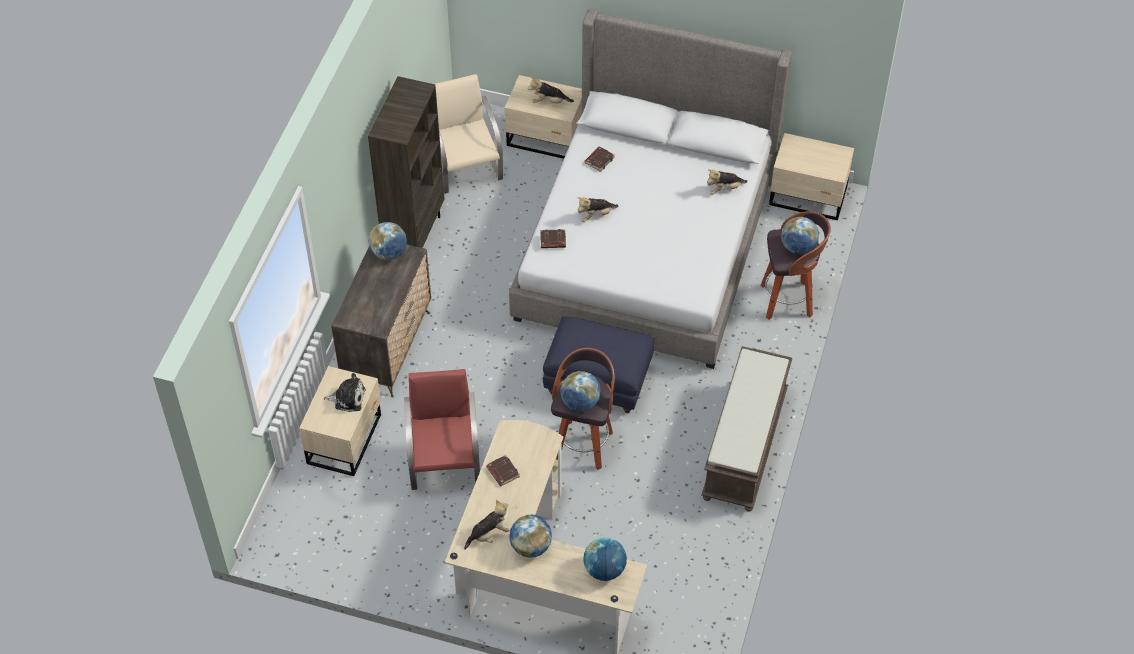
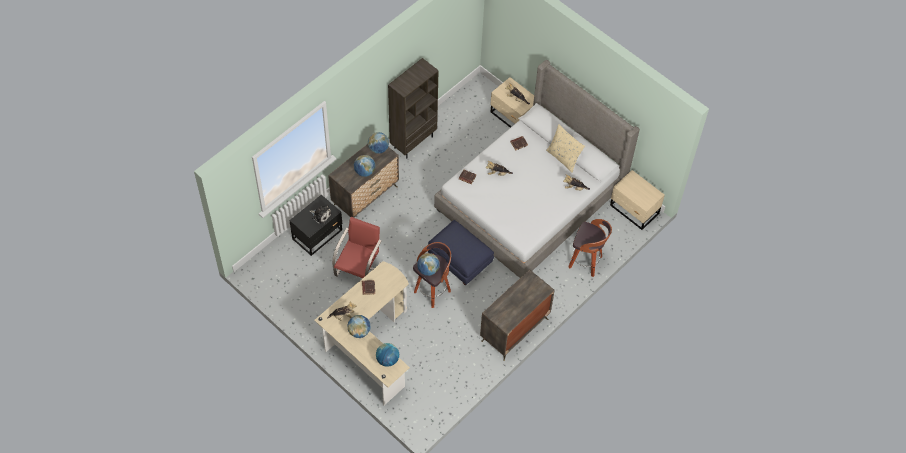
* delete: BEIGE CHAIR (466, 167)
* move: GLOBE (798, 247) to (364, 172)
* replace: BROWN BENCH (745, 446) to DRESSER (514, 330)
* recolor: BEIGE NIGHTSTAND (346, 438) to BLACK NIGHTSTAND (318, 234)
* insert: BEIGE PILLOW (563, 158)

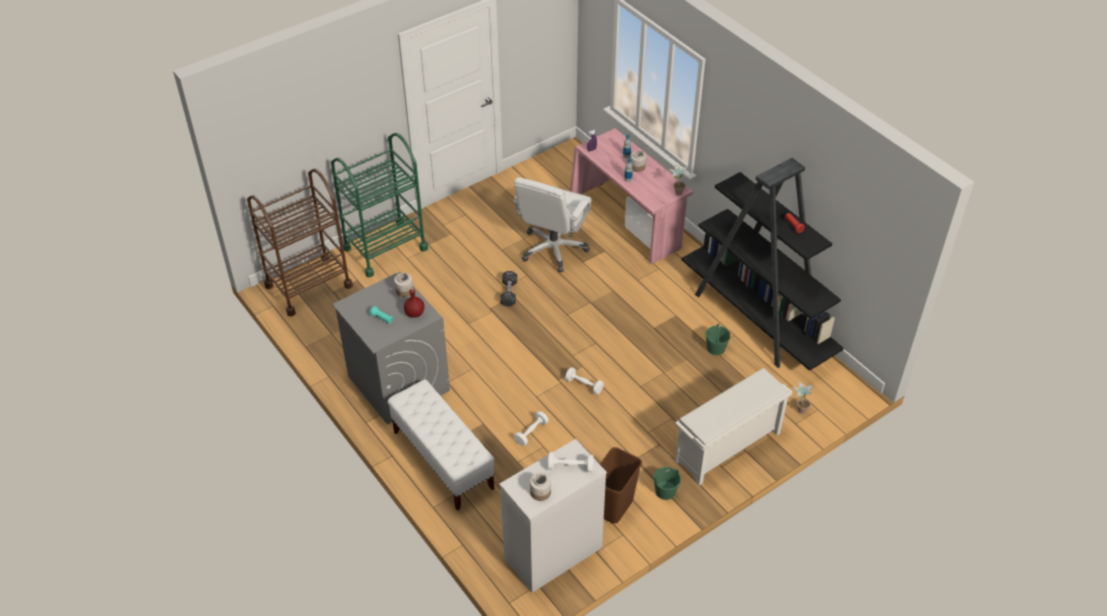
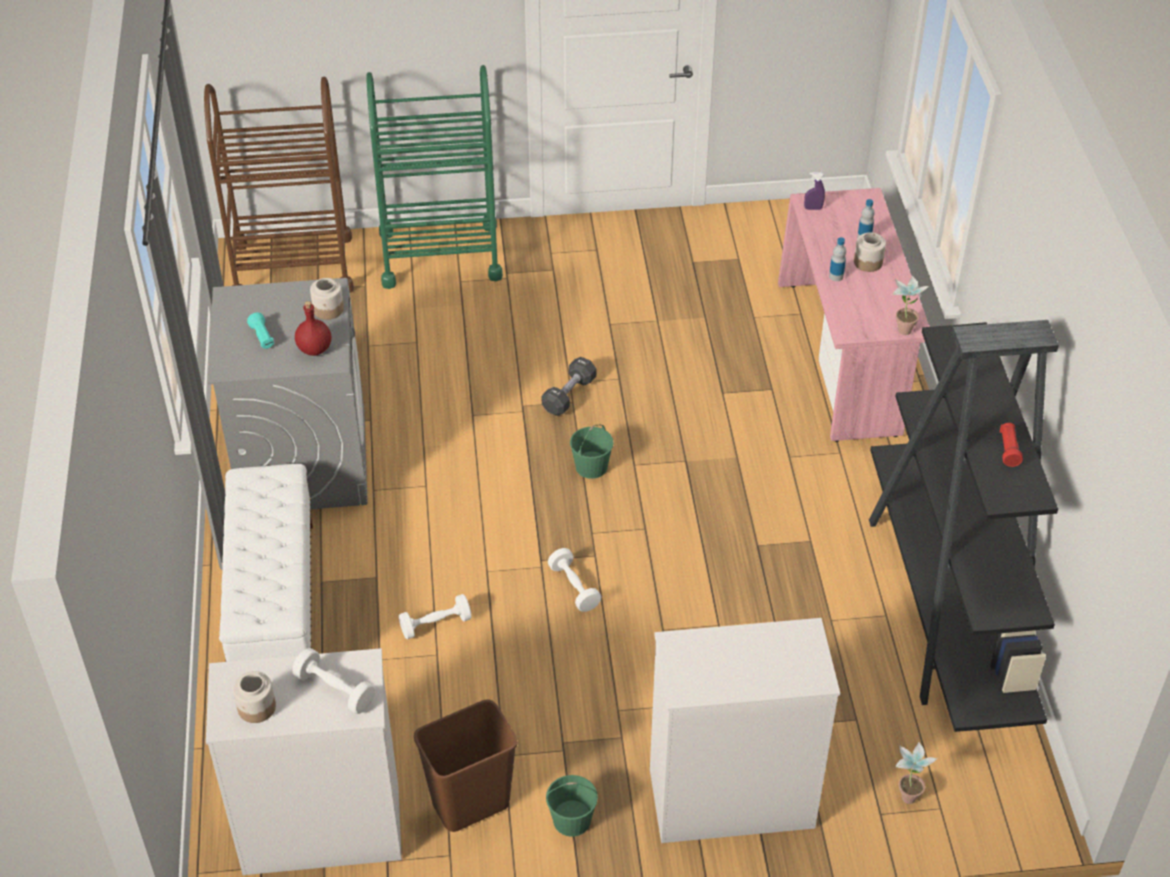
* delete: WHITE OFFICE CHAIR (553, 249)
* move: GREEN BUCKET (716, 348) to (591, 467)
* replace: WHITE SHOE RACK (727, 448) to WHITE DRESSER (729, 799)

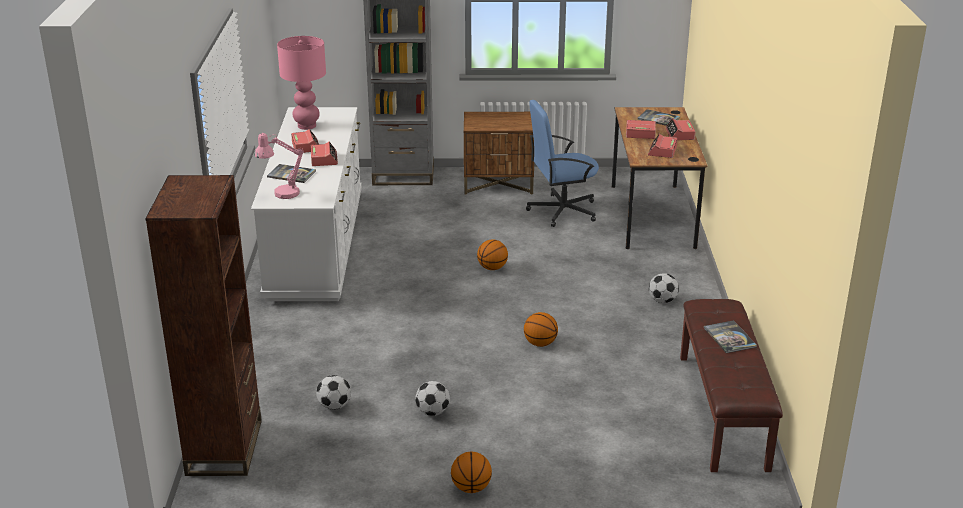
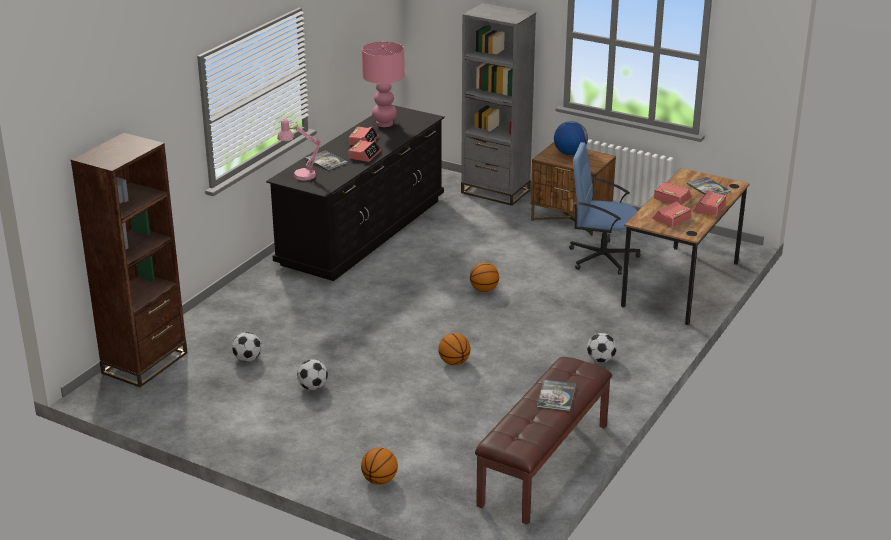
* recolor: WHITE DRESSER (316, 245) to BLACK DRESSER (363, 232)
* move: BASKETBALL (471, 488) to (379, 480)
* insert: GLOBE (570, 153)

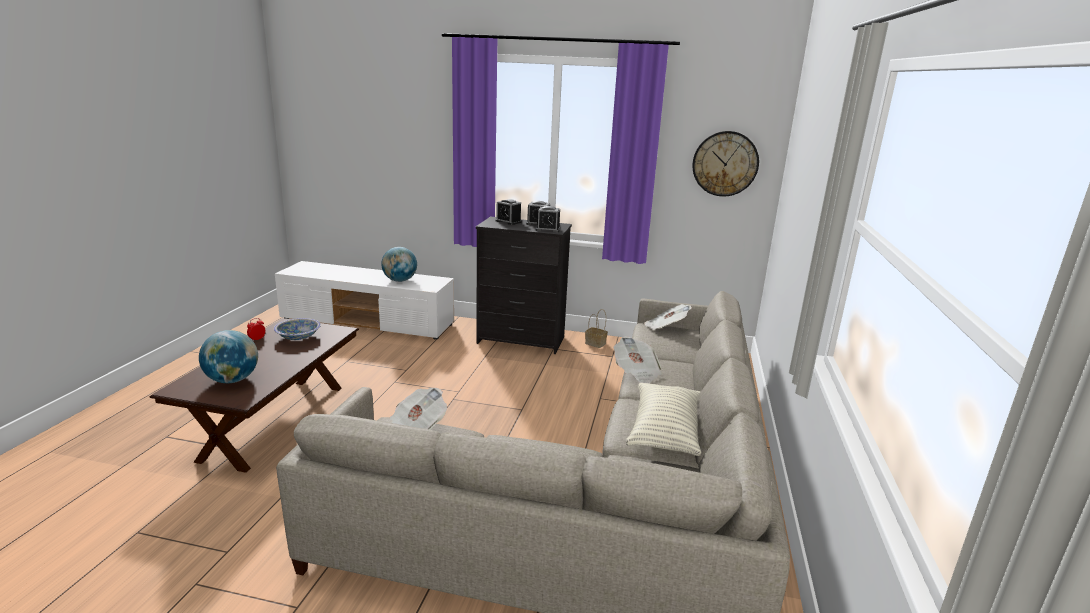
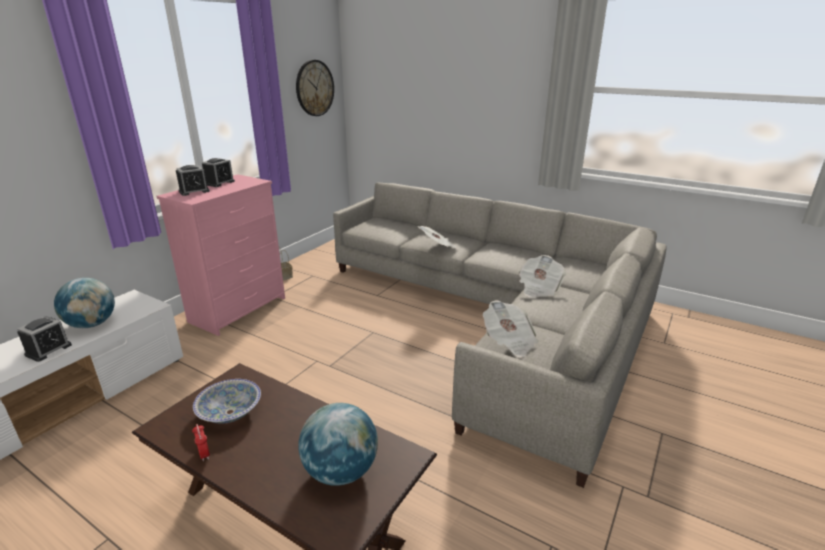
* move: ALARM CLOCK (548, 229) to (48, 350)
* recolor: BLACK DRESSER (521, 340) to PINK DRESSER (239, 309)
* move: NEWSPAPER (665, 327) to (539, 288)
* delete: PILLOW (664, 431)

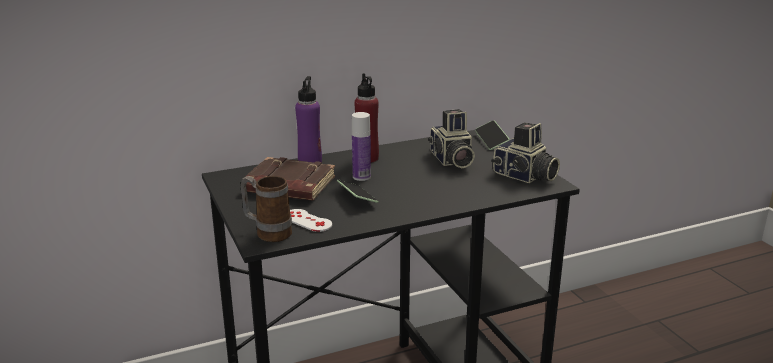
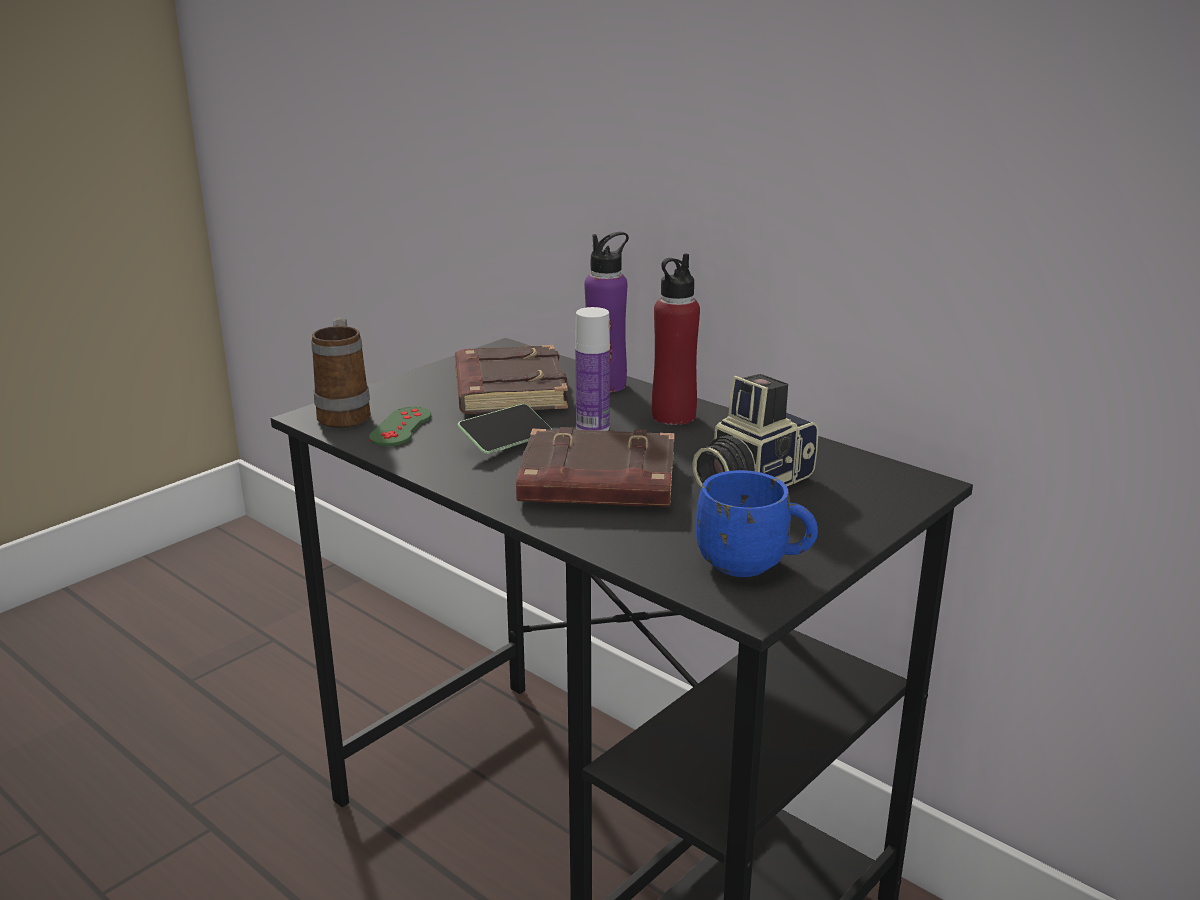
* delete: PHONE (491, 141)
* replace: PHOTO CAMERA (524, 176) to BLUE MUG (754, 565)
* recolor: WHITE GAME CONTROLLER (307, 220) to GREEN GAME CONTROLLER (401, 427)
* insert: BROWN BOOK (596, 483)

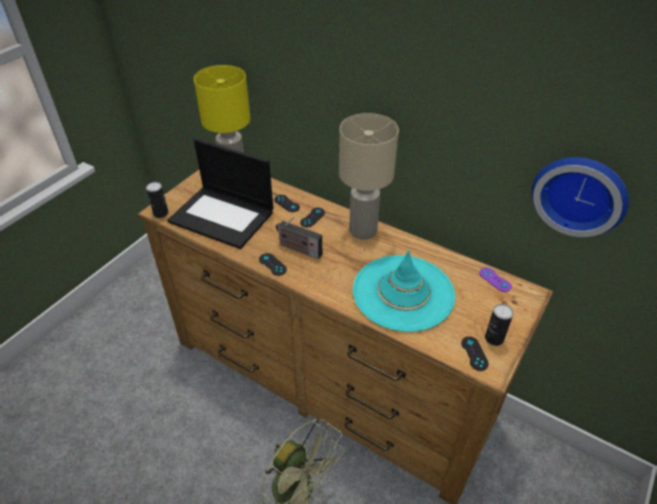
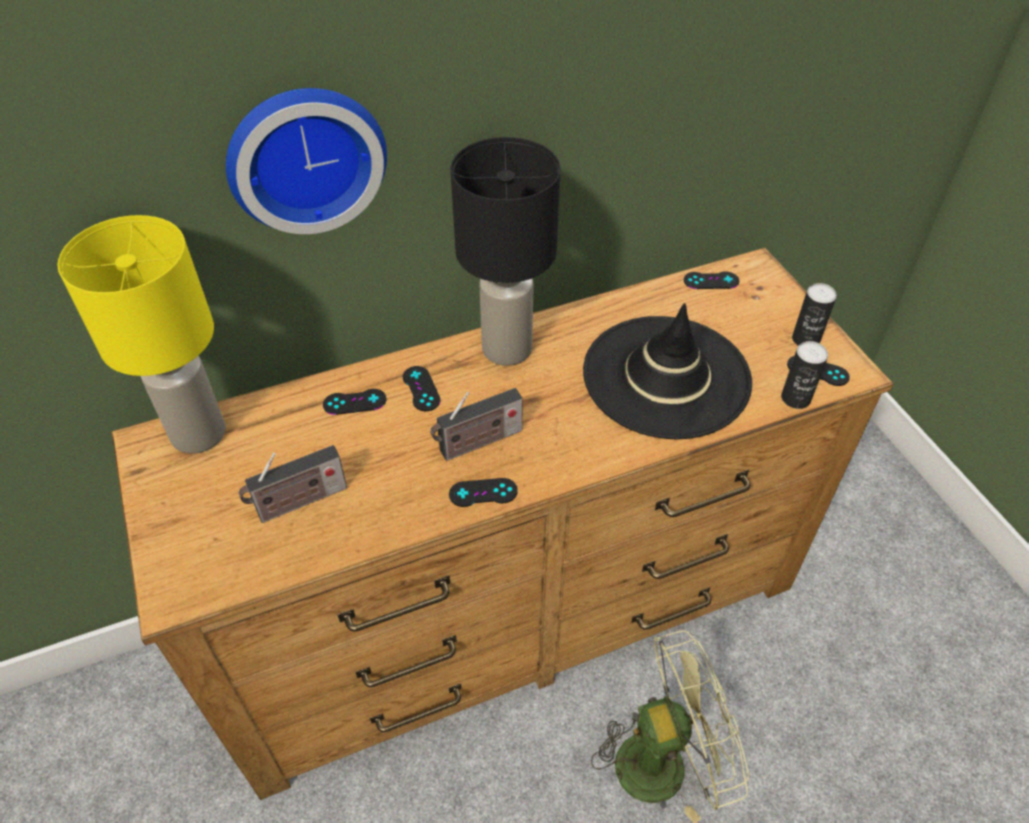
* recolor: BEIGE TABLE LAMP (363, 231) to BLACK TABLE LAMP (508, 350)
* replace: LAPTOP (223, 216) to RADIO (298, 502)
* move: WALL CLOCK (580, 193) to (305, 156)
* move: CAN (161, 213) to (795, 398)
* recolor: TURQUOISE HAT (403, 292) to BLACK HAT (666, 376)
* recolor: PURPLE GAME CONTROLLER (495, 279) to BLACK GAME CONTROLLER (711, 281)

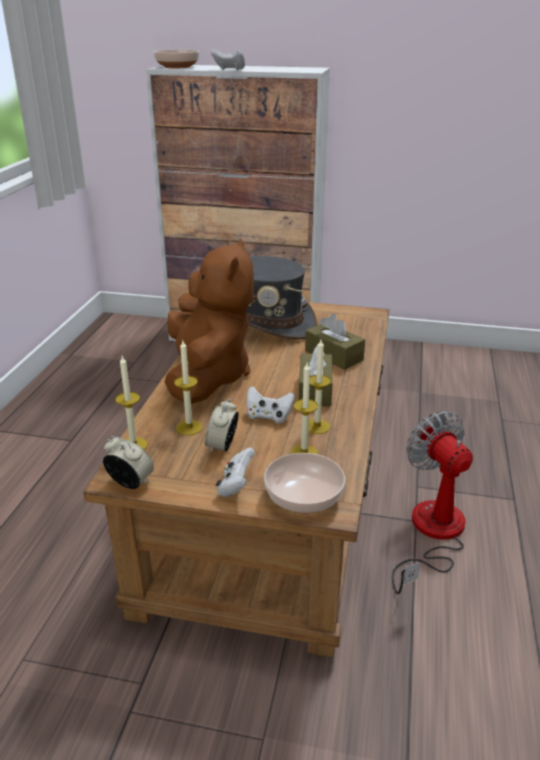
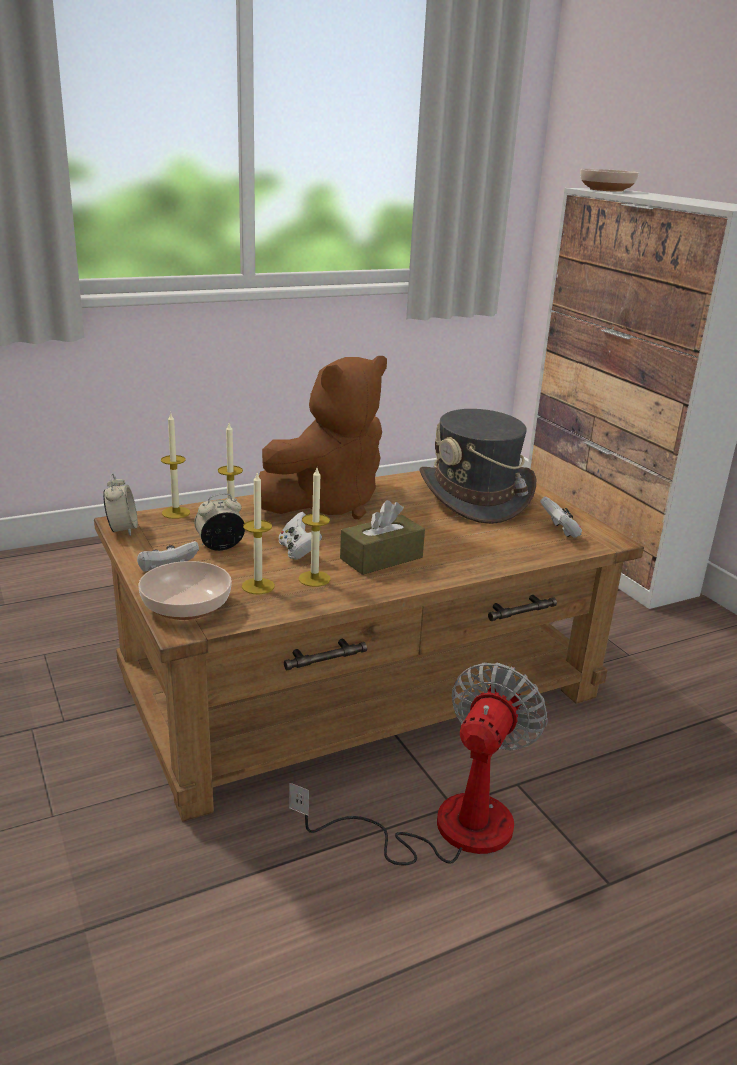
* move: WHITE GAME CONTROLLER (229, 69) to (560, 531)
* delete: BROWN TISSUE BOX (333, 355)

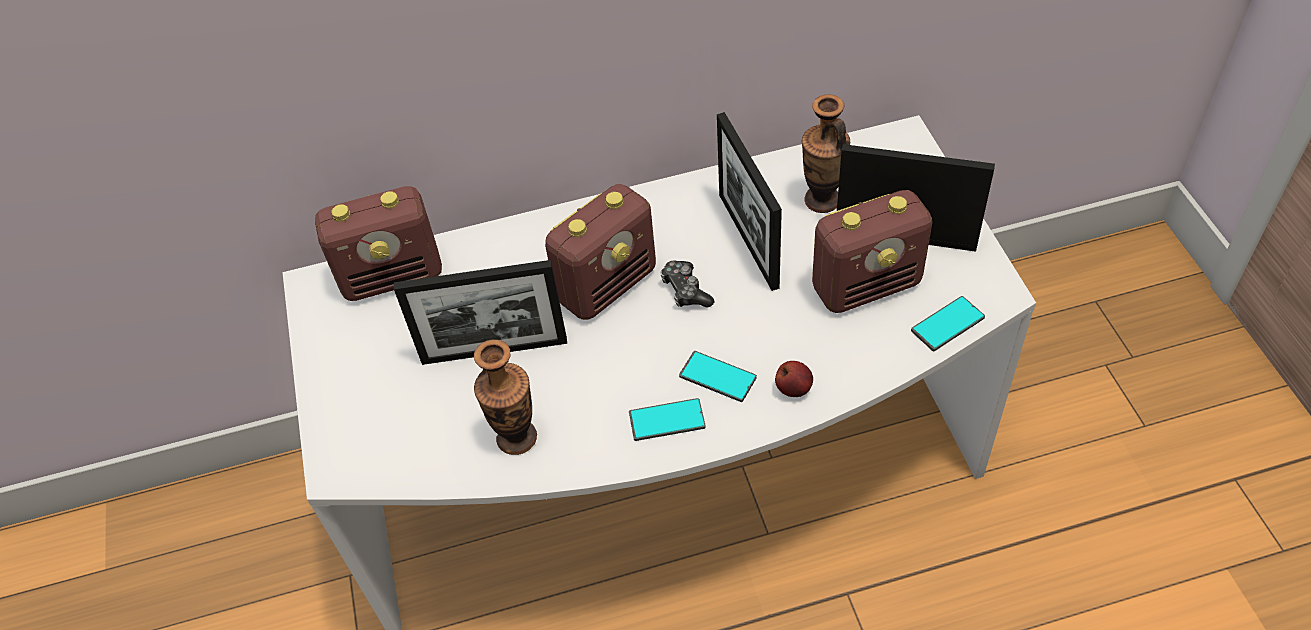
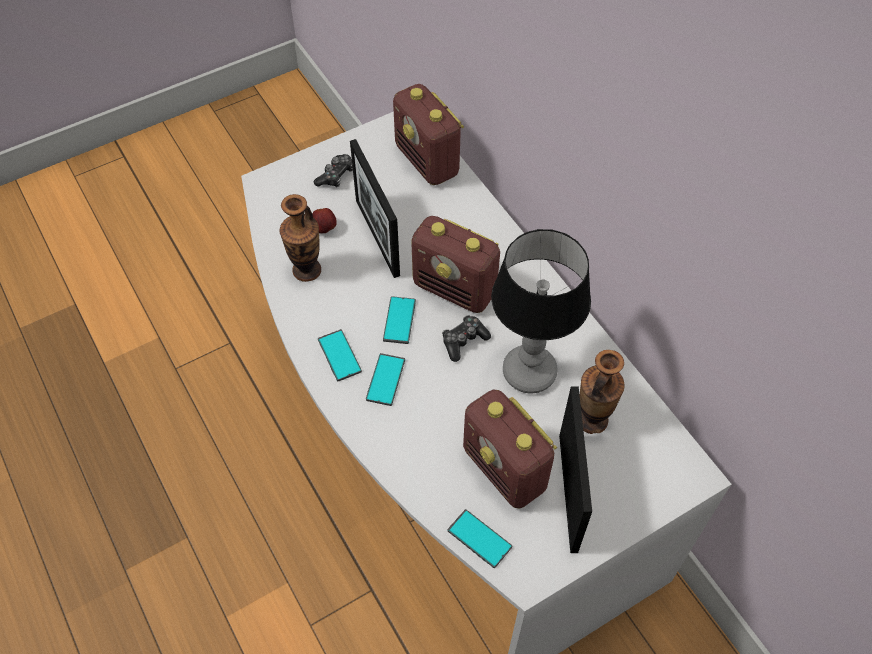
* replace: PICTURE FRAME (748, 240) to TABLE LAMP (529, 373)
* move: APPLE (793, 389) to (325, 229)
* insert: GAME CONTROLLER (336, 176)
* insert: PHONE (399, 320)

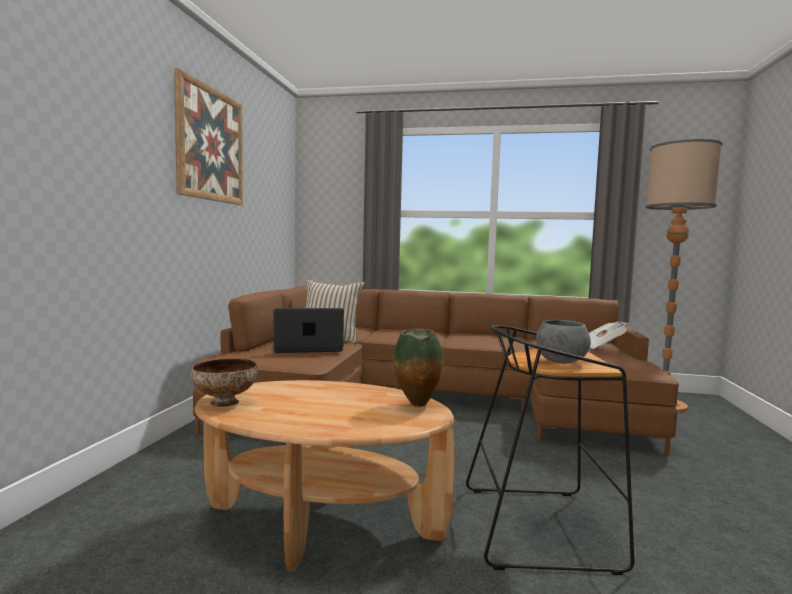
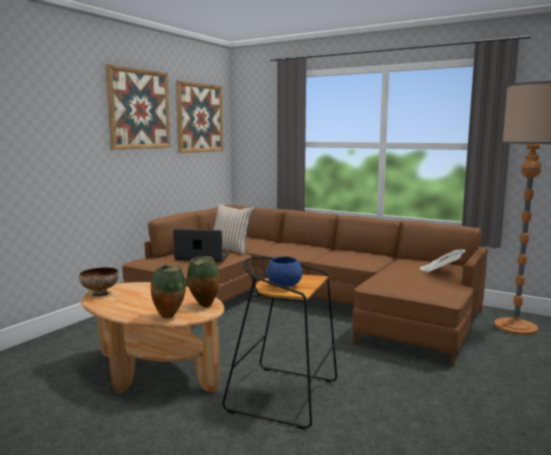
* recolor: GREY BOWL (560, 361) to BLUE BOWL (284, 285)
* insert: PICTURE (200, 118)
* insert: VASE (169, 317)

